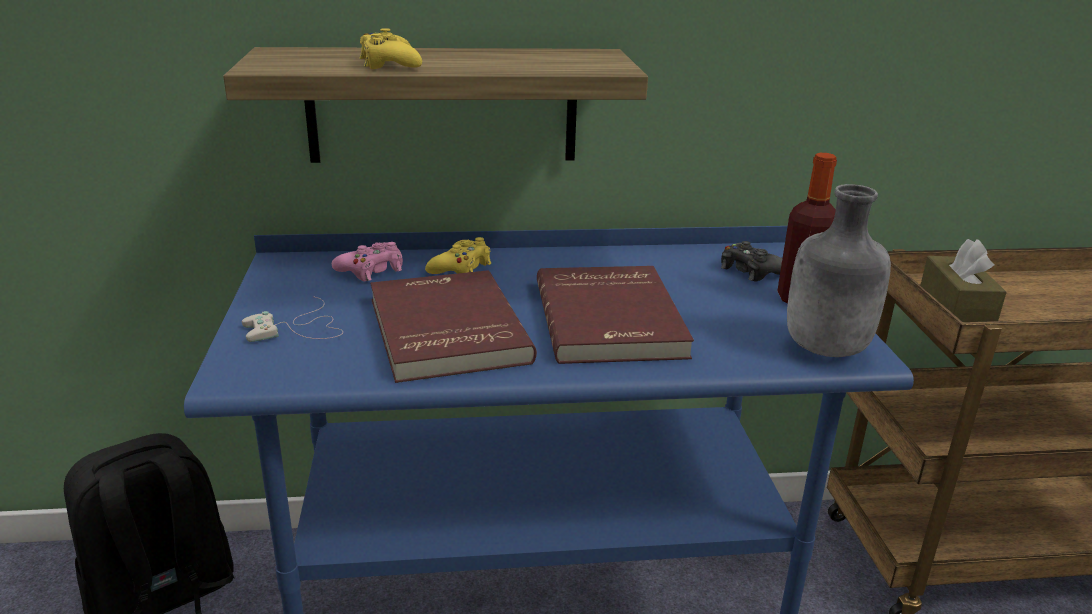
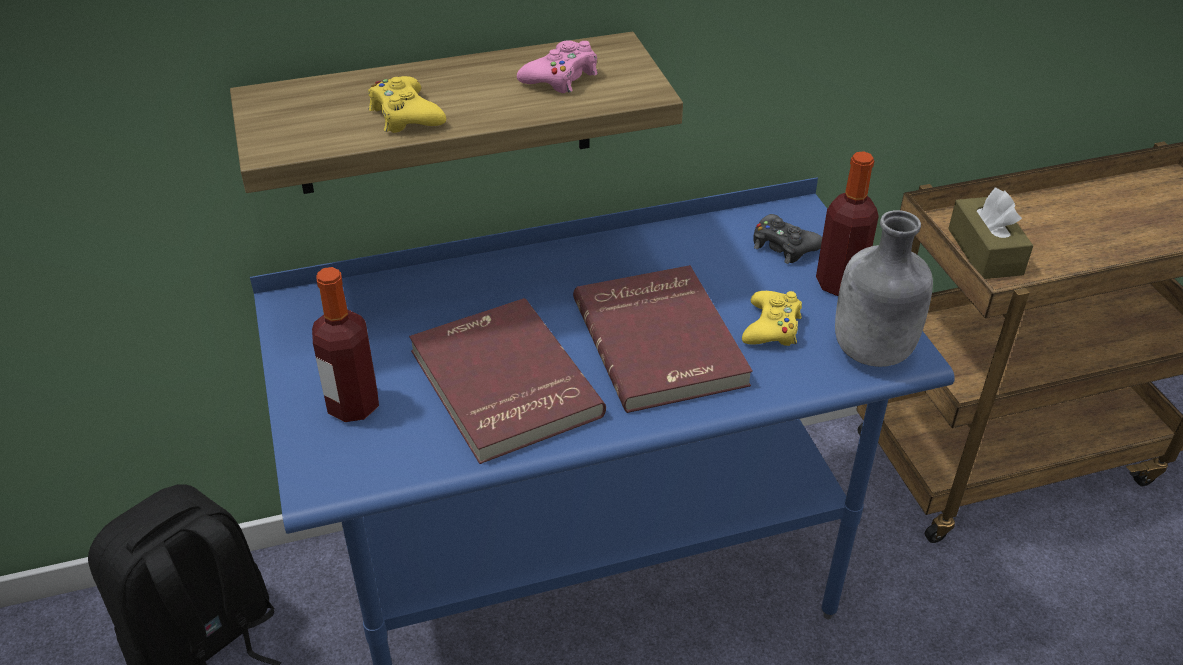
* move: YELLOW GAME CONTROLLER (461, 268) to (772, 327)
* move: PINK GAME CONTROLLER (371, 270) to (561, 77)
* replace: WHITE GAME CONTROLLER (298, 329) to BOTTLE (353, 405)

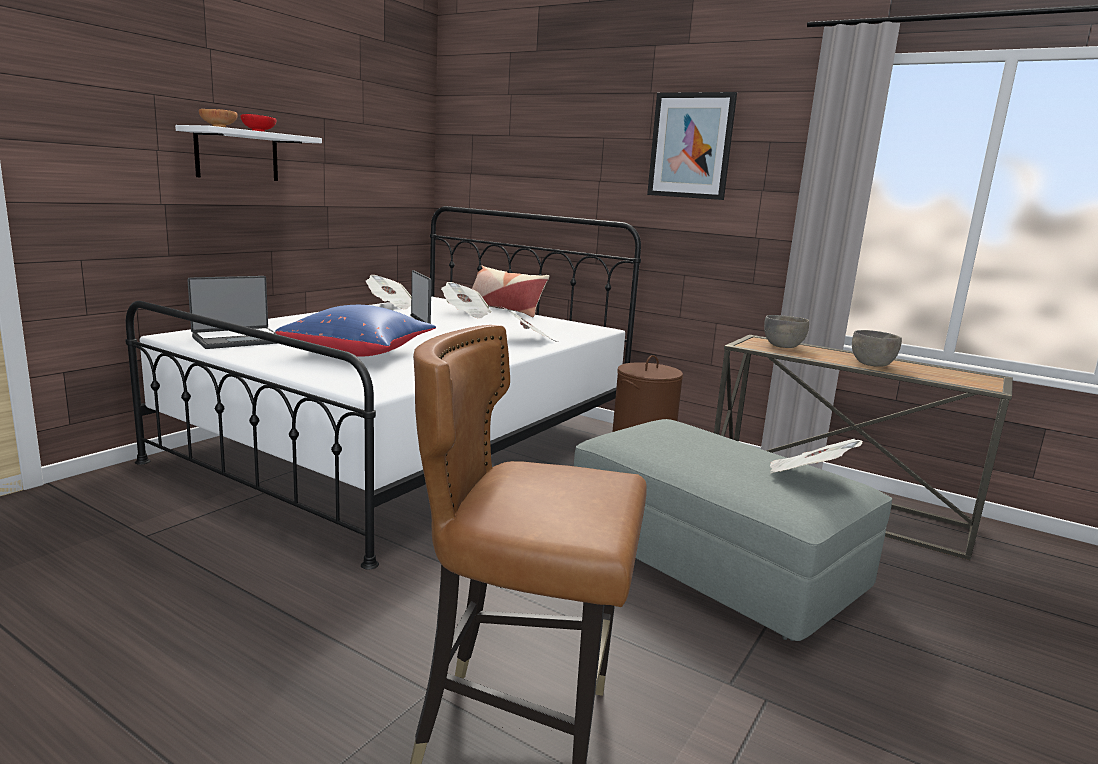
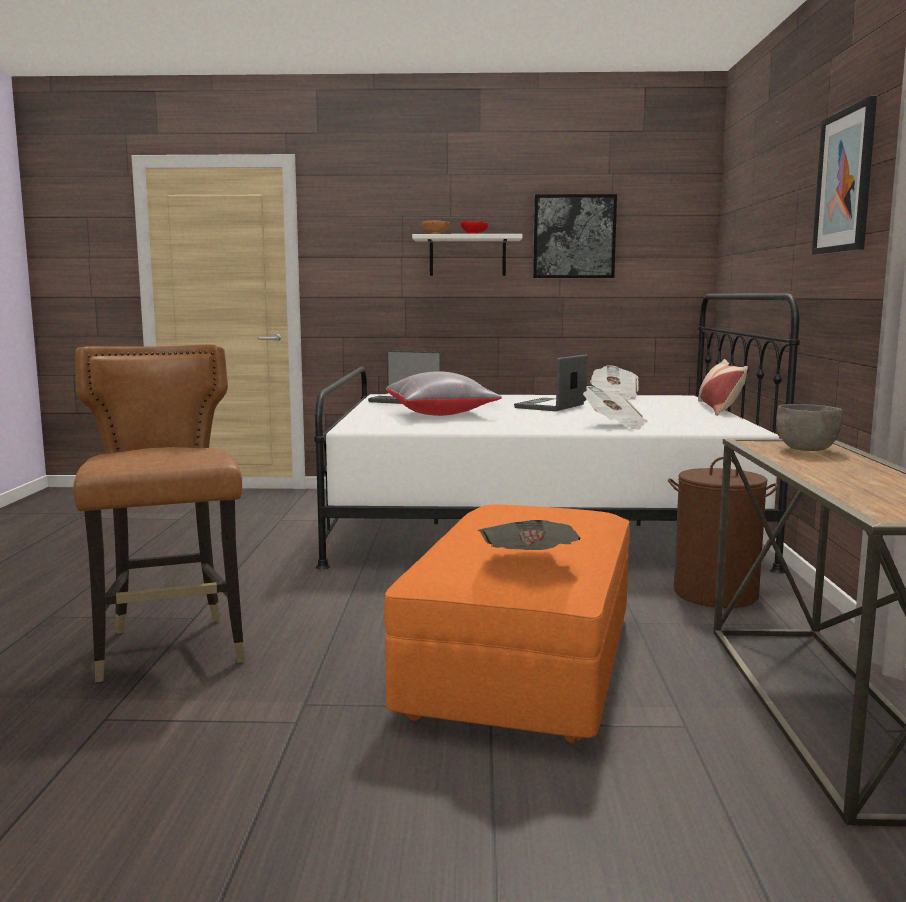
* delete: NEWSPAPER (466, 314)
* recolor: BLUE PILLOW (360, 353) to GREY PILLOW (441, 414)
* delete: GREY BOWL (872, 365)
* recolor: GREY OTTOMAN (712, 561) to ORANGE OTTOMAN (522, 664)
* insert: PICTURE (574, 236)

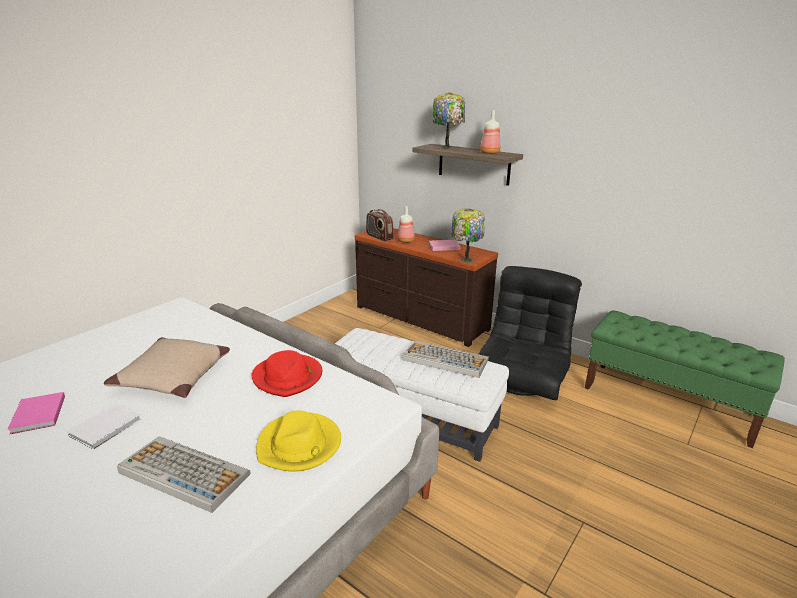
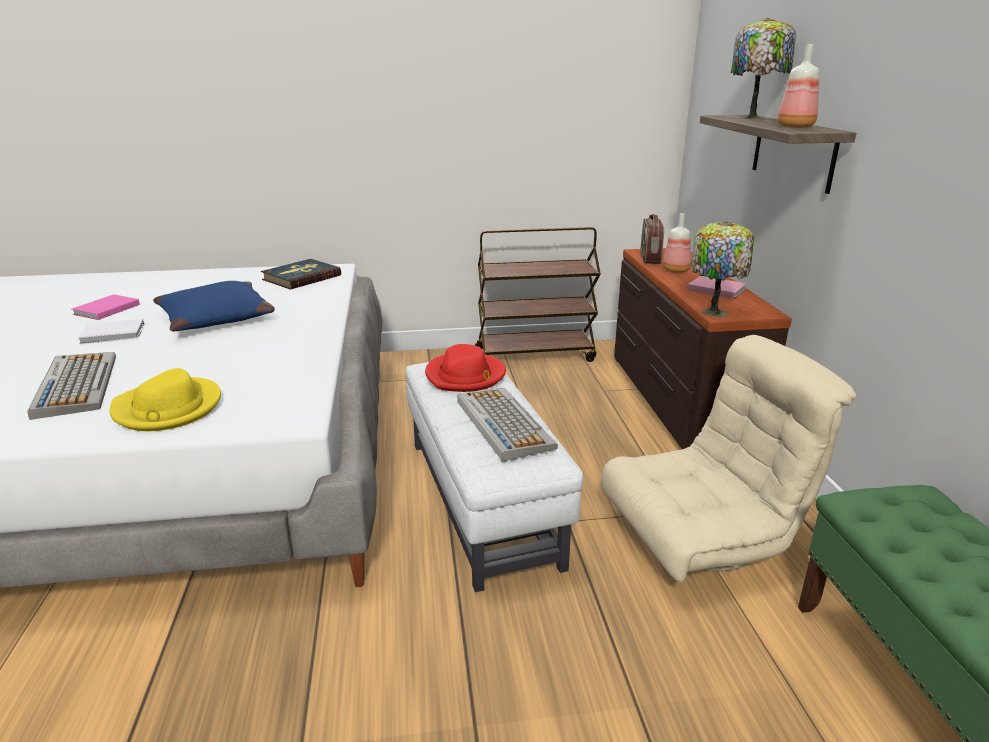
* recolor: BLACK ARMCHAIR (522, 380) to BEIGE ARMCHAIR (702, 538)
* recolor: BEIGE PILLOW (174, 376) to BLUE PILLOW (216, 319)
* move: RED HAT (288, 377) to (465, 376)
* insert: BROWN CART (535, 355)
* insert: BOOK (301, 277)

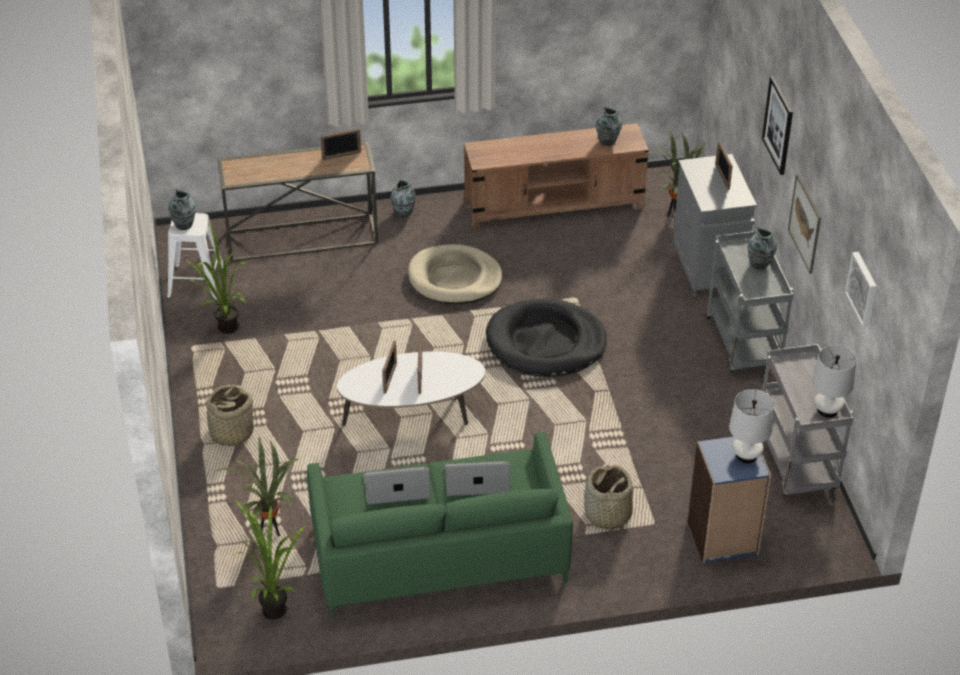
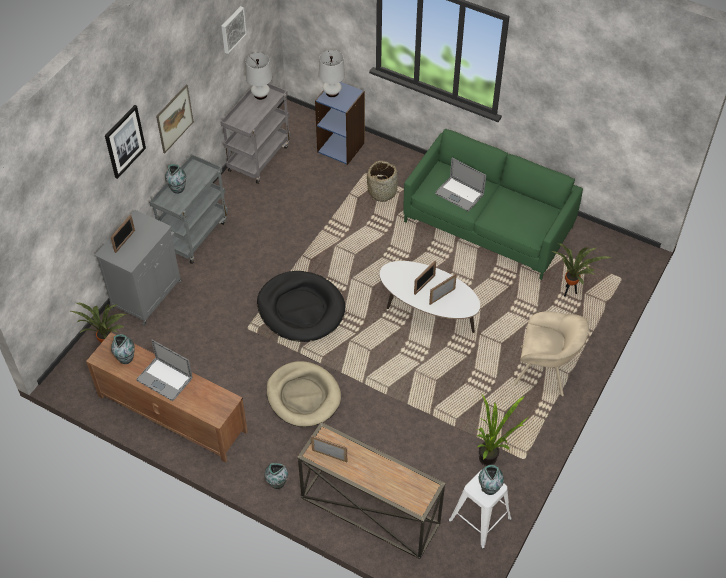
* replace: BASKET (231, 432) to BEIGE ARMCHAIR (545, 371)
* move: LAPTOP (396, 487) to (164, 379)
* delete: POTTED PLANT (273, 606)

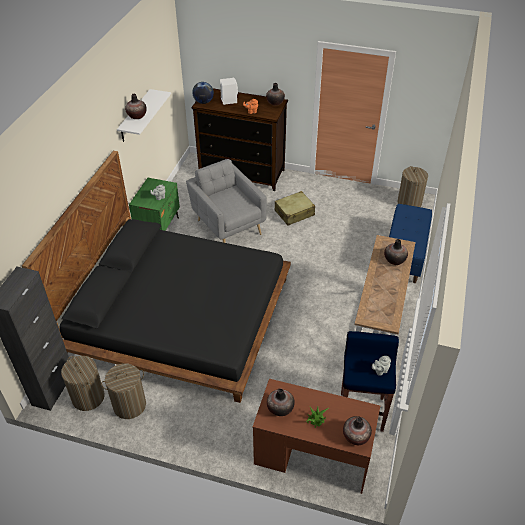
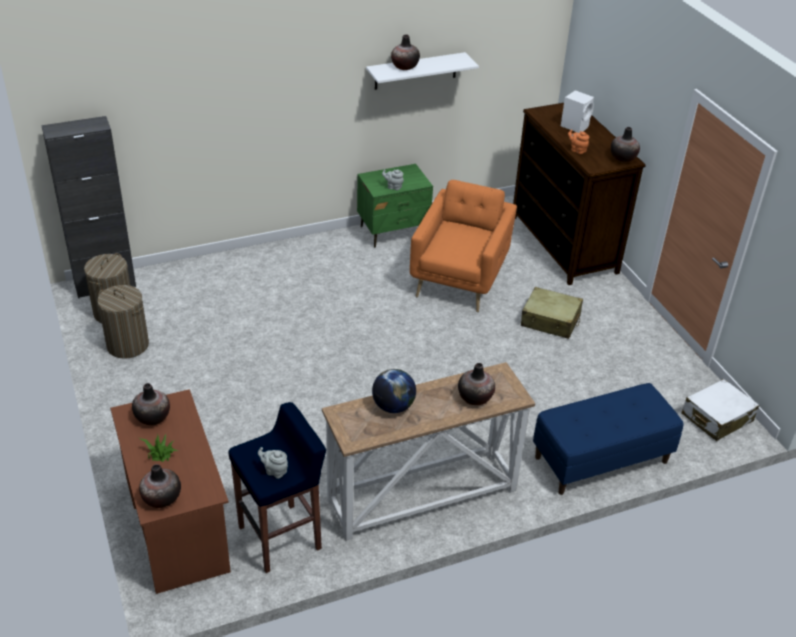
* move: GLOBE (203, 102) to (393, 406)
* delete: BLACK BED (180, 316)
* recolor: GREY ARMCHAIR (228, 225) to ORANGE ARMCHAIR (460, 279)
* replace: LAUNDRY BASKET (409, 203) to WHITE SUITCASE (716, 418)

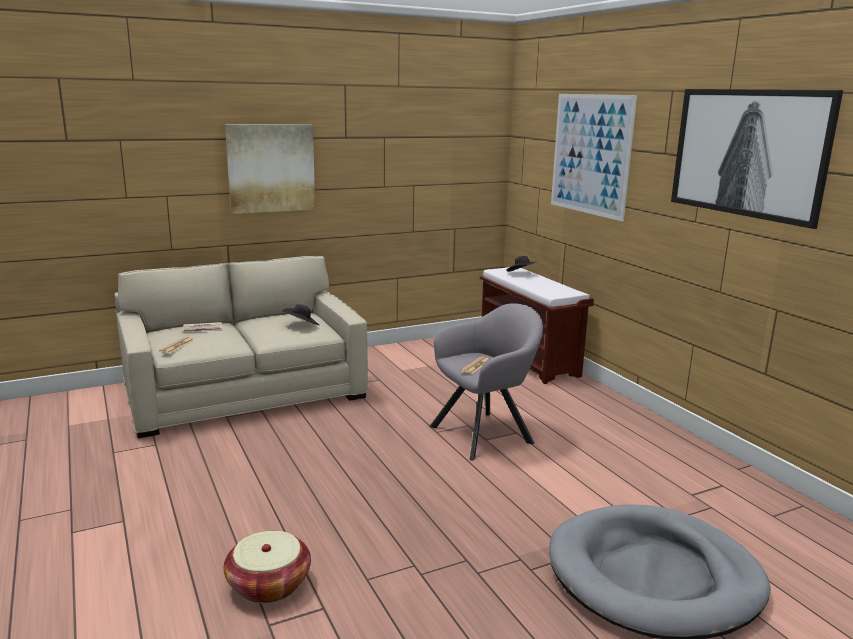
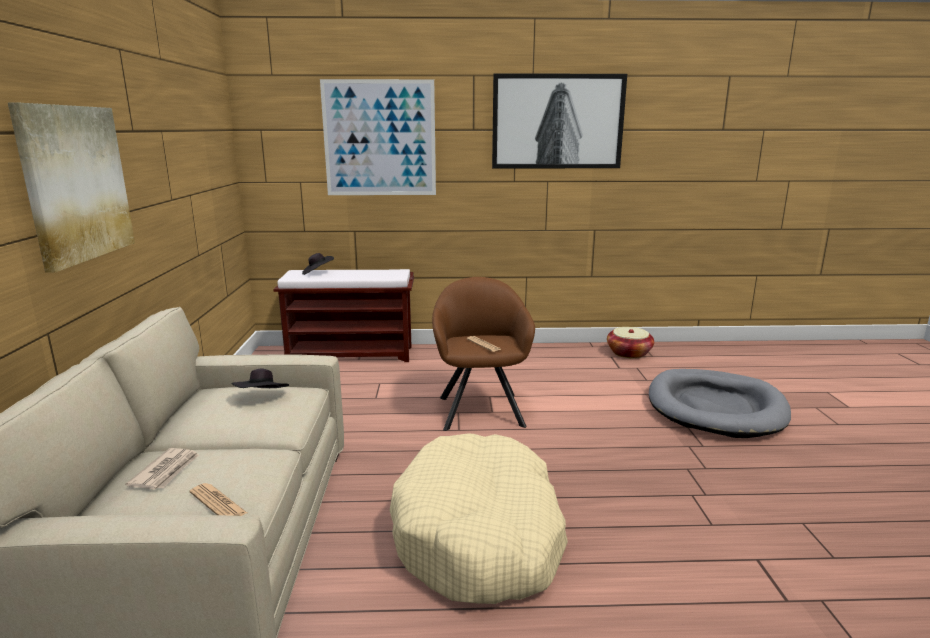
* recolor: GREY ARMCHAIR (486, 433) to BROWN ARMCHAIR (480, 408)
* move: BASKET (269, 584) to (629, 353)
* insert: BEIGE DOG BED (479, 535)

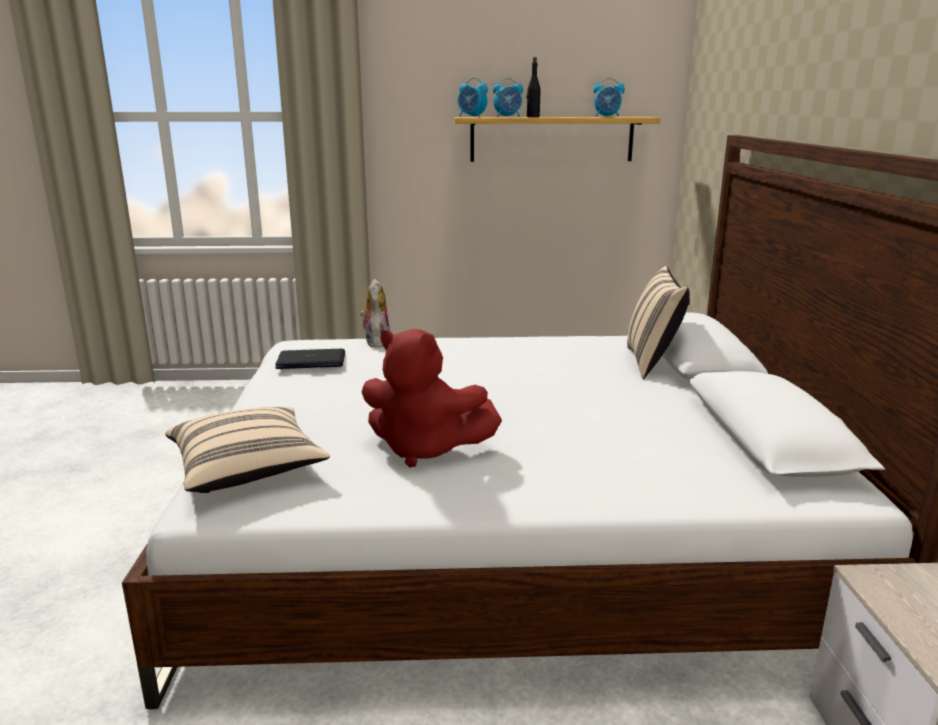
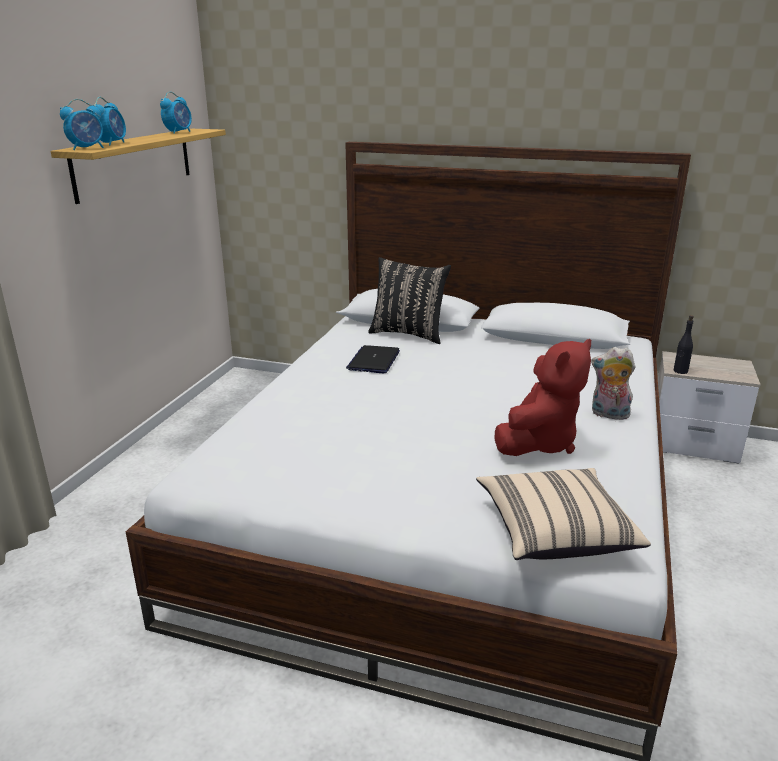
* move: BLACK BOTTLE (533, 117) to (680, 371)
* recolor: BEIGE PILLOW (653, 362) to BLACK PILLOW (408, 333)
* move: PLUSH TOY (376, 342) to (608, 415)
* move: LAPTOP (311, 361) to (374, 360)

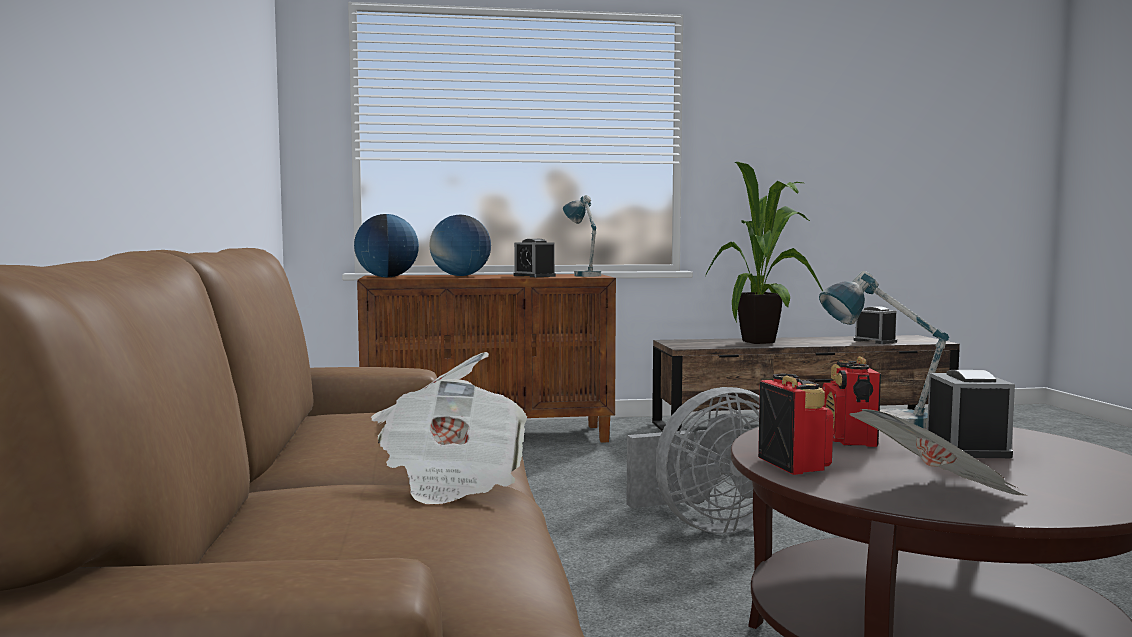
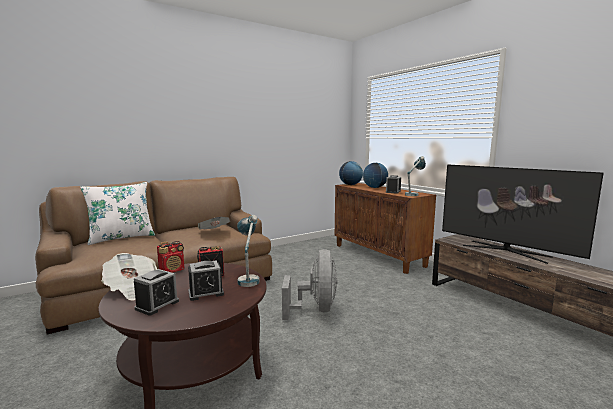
* replace: POTTED PLANT (764, 342) to TELEVISION (505, 251)
* move: ALARM CLOCK (875, 341) to (157, 305)
* delete: NEWSPAPER (453, 480)
* rotate: GREY FAN (709, 526) = (315, 309) 135 degrees counterclockwise
* insert: WHITE PILLOW (121, 237)

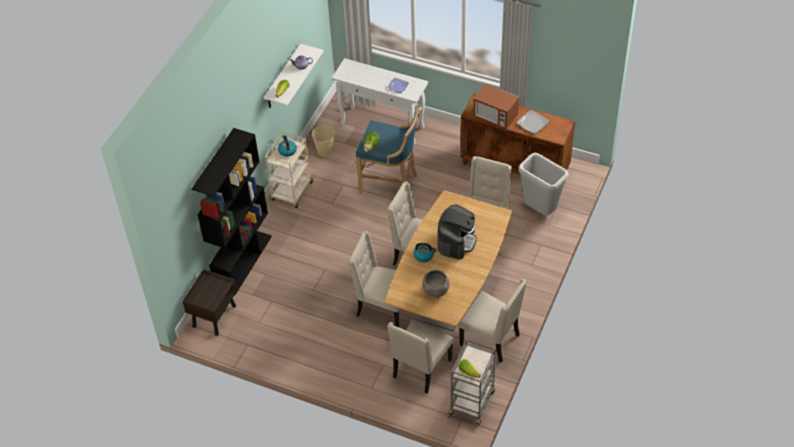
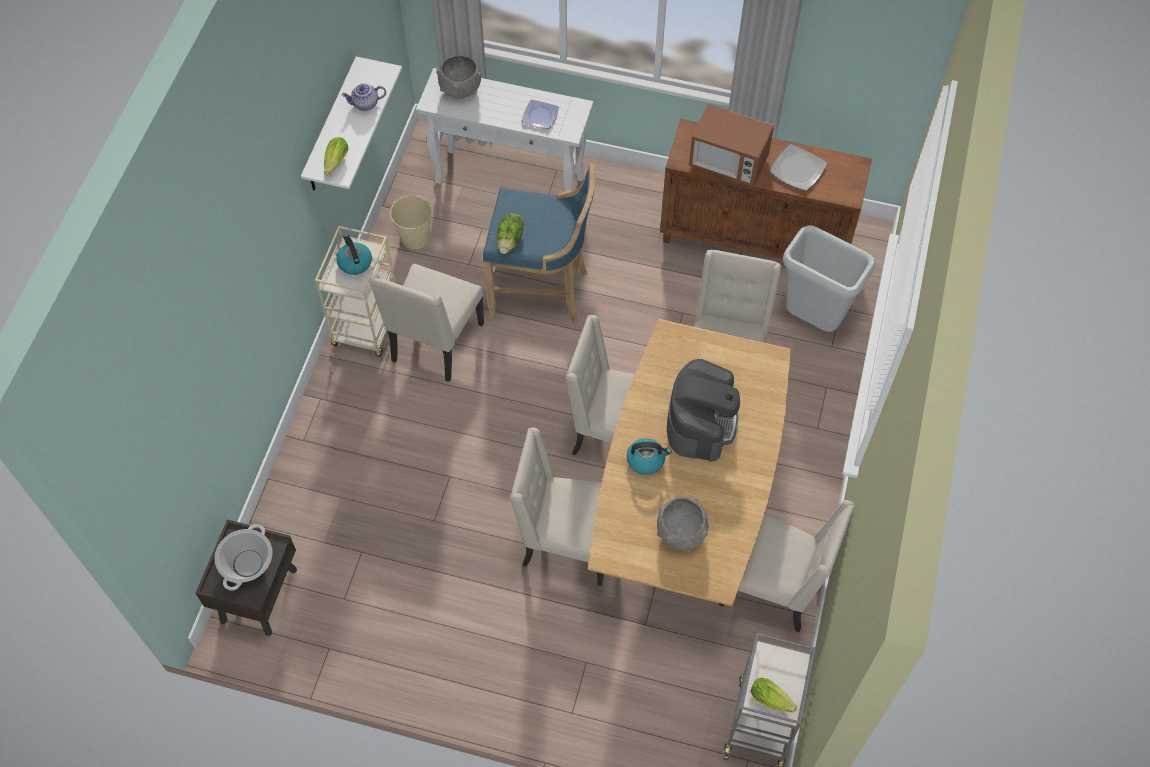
* delete: BLACK BOOKCASE (243, 261)
* move: BEIGE CHAIR (420, 369) to (435, 344)
* insert: GREY BOWL (461, 89)
* insert: COOKING POT (248, 564)

